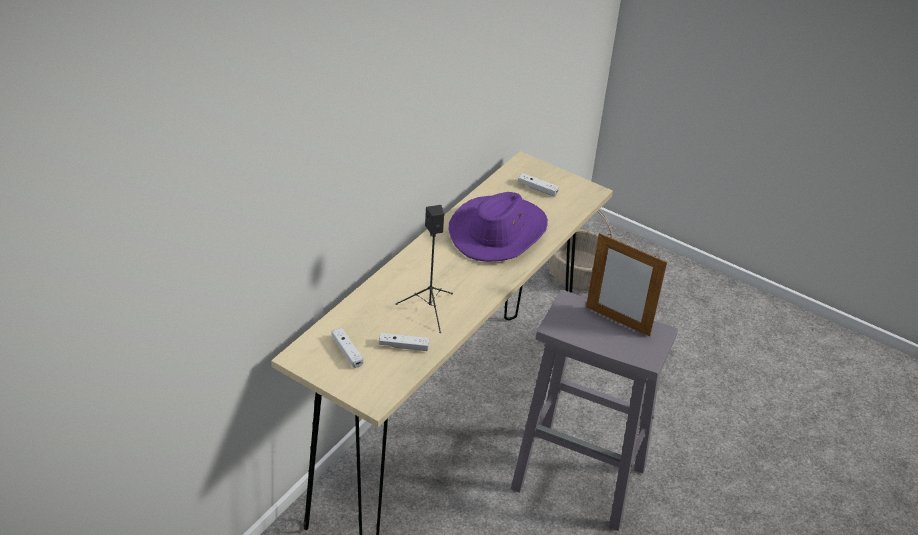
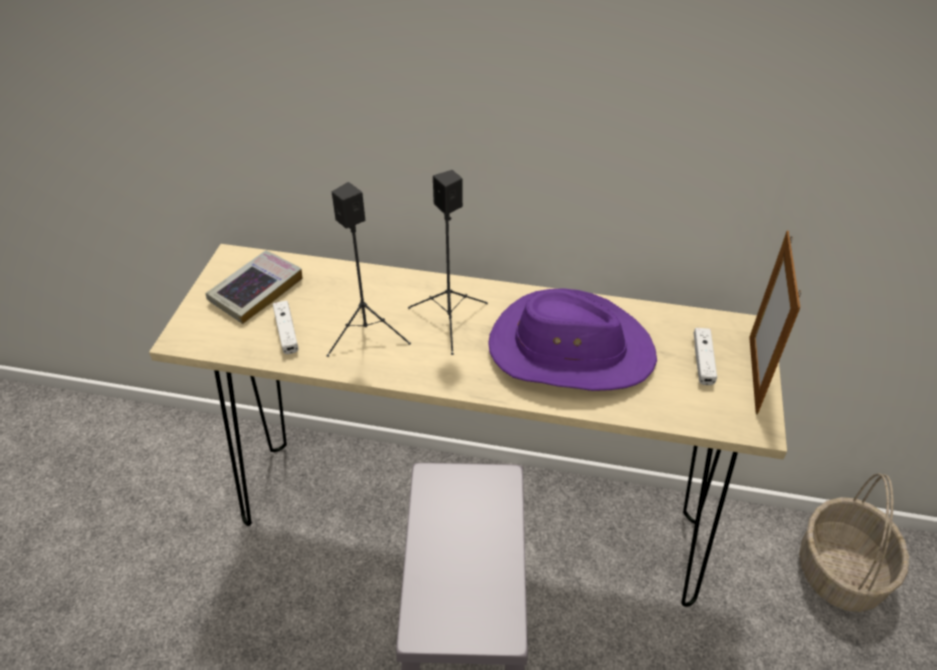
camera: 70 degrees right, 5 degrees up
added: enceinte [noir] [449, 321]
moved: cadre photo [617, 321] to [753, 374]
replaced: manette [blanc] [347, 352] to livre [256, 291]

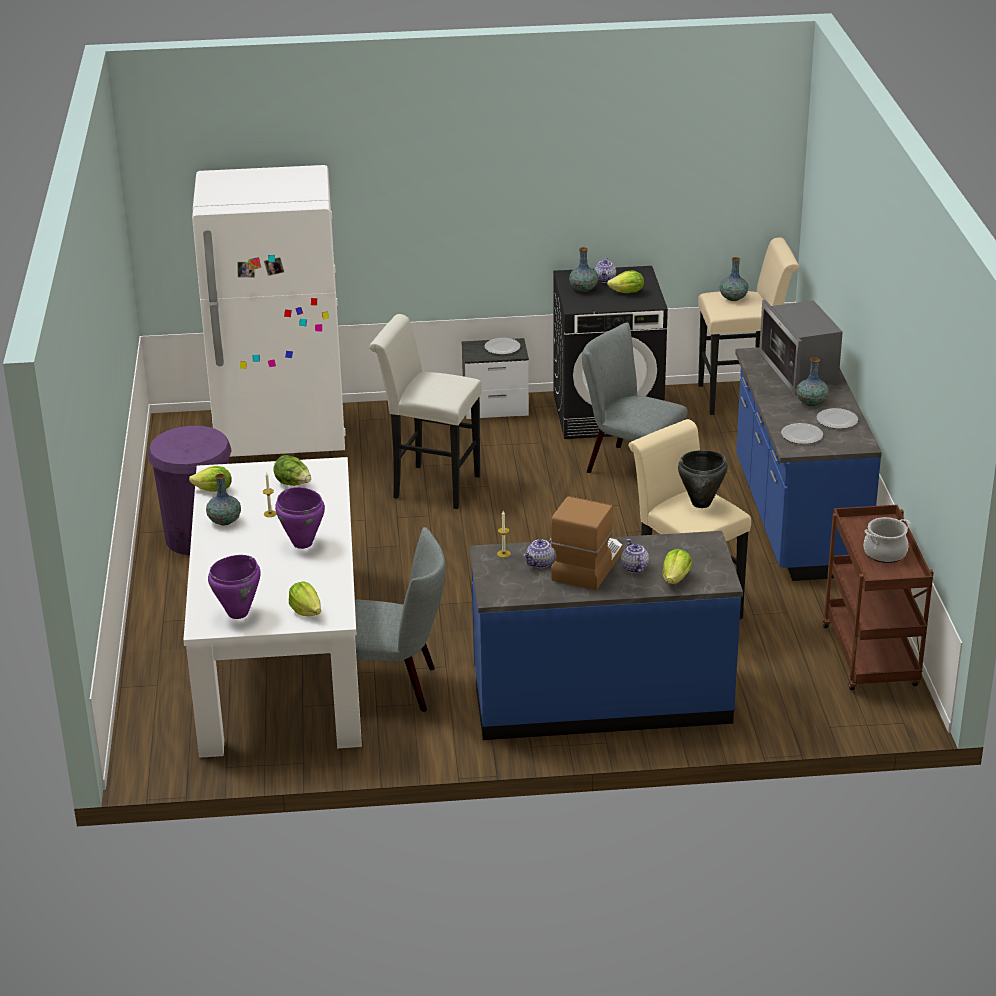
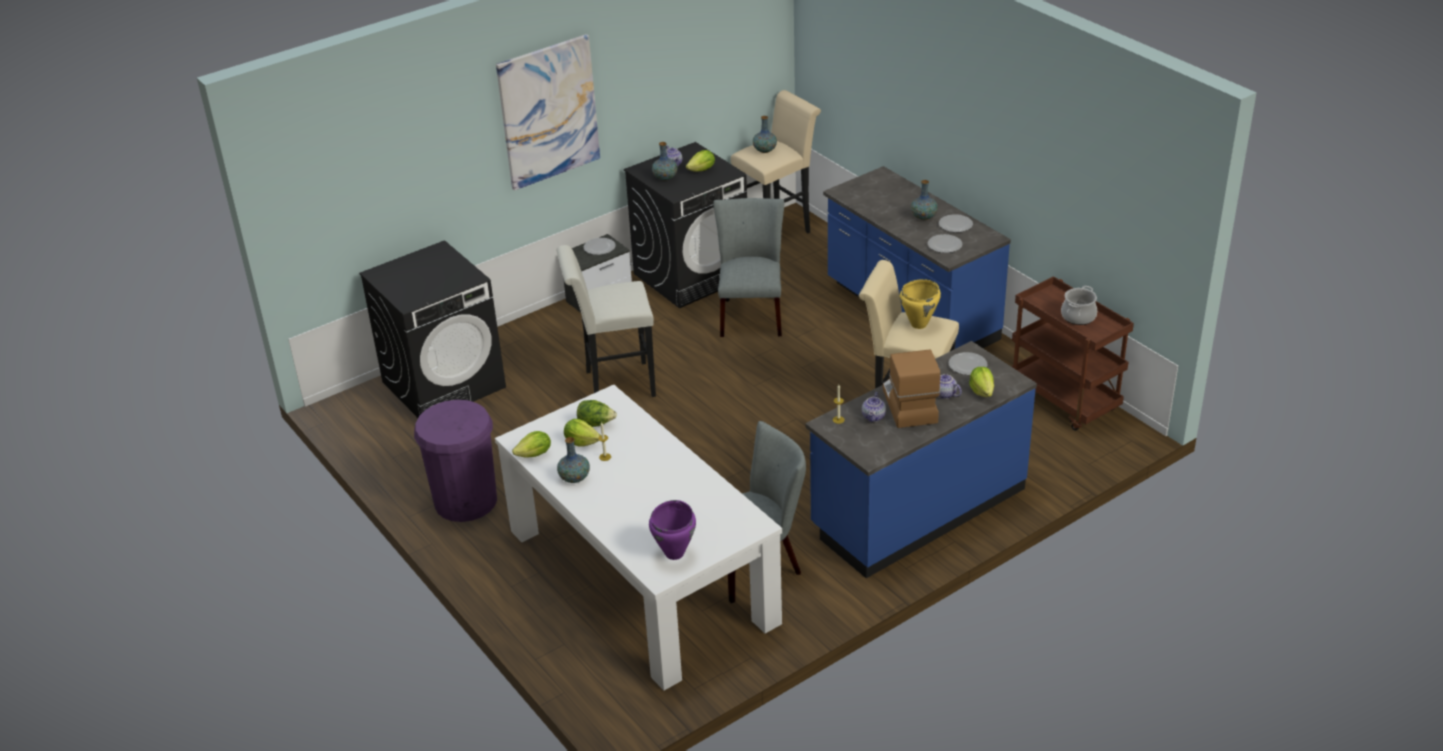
camera: 30 degrees left, 5 degrees up
removed: marmite [violet] [302, 543]; micro-ondes [799, 370]
added: tableau [548, 112]; assiette [968, 365]
moved: laitue [306, 611] to [581, 442]
replaced: réfrigérateur [blanc] [281, 434] to lave-linge [noir] [444, 384]
recoloured: marmite [noir] [701, 503] to marmite [jaune] [919, 324]
turned: chaise [gris] [629, 467] = [751, 314] 90 degrees clockwise

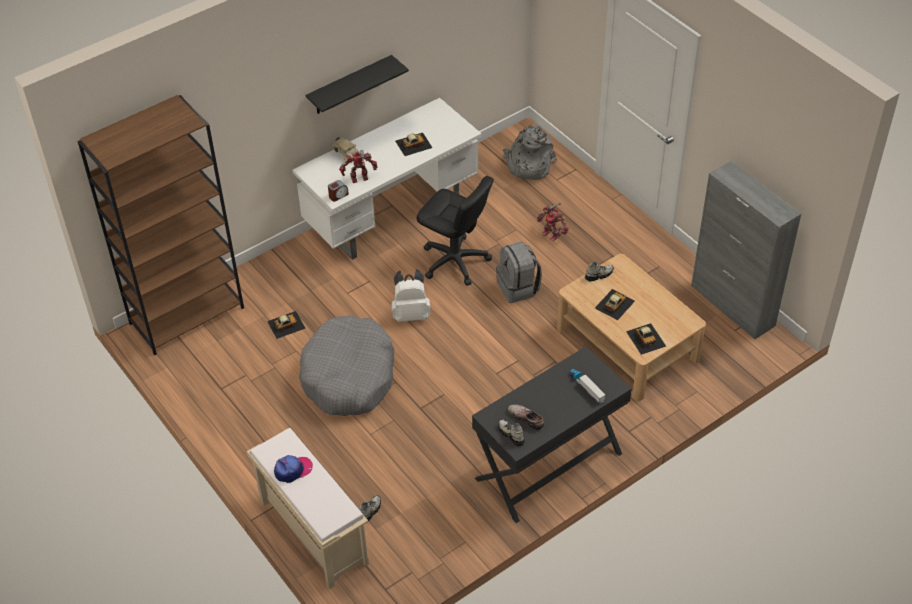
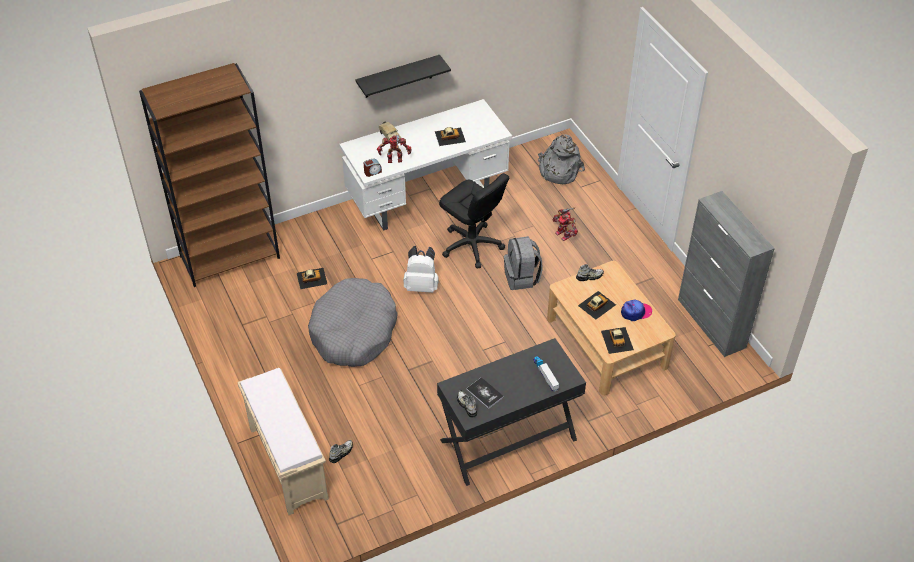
camera: 10 degrees right, 0 degrees up
moved: casquette [293, 470] to [636, 312]
replaced: chaussure [526, 418] to livre [484, 393]

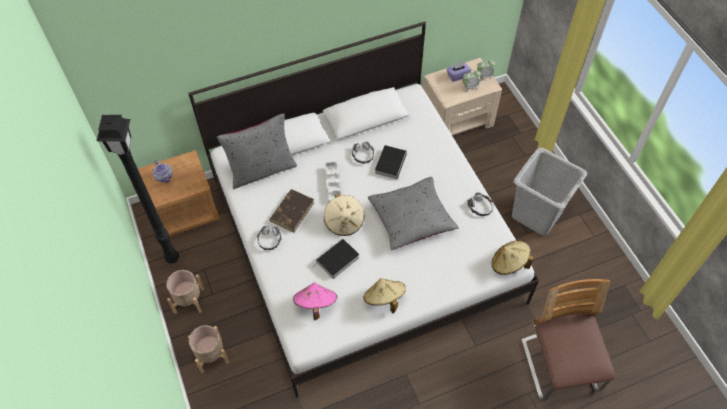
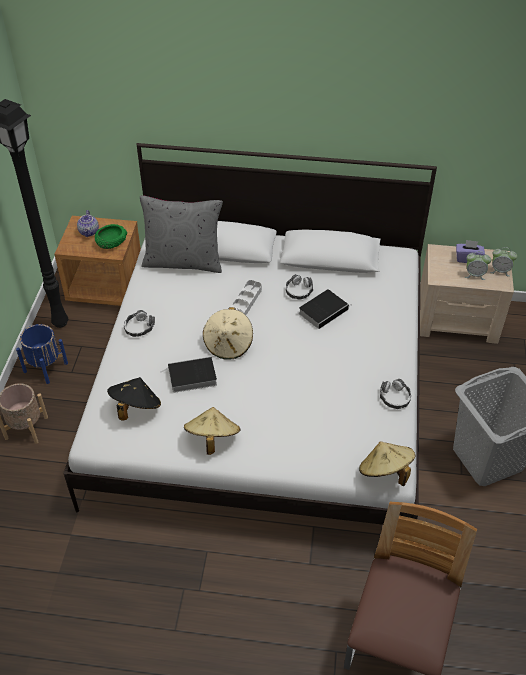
camera: 30 degrees right, 10 degrees down
removed: livre [marron] [292, 211]; coussin [gris] [411, 219]
added: bol [vert] [111, 242]
recoloured: cache-pot [beige] [189, 300] to cache-pot [bleu] [45, 367]; chapeau [rose] [315, 304] to chapeau [noir] [135, 408]

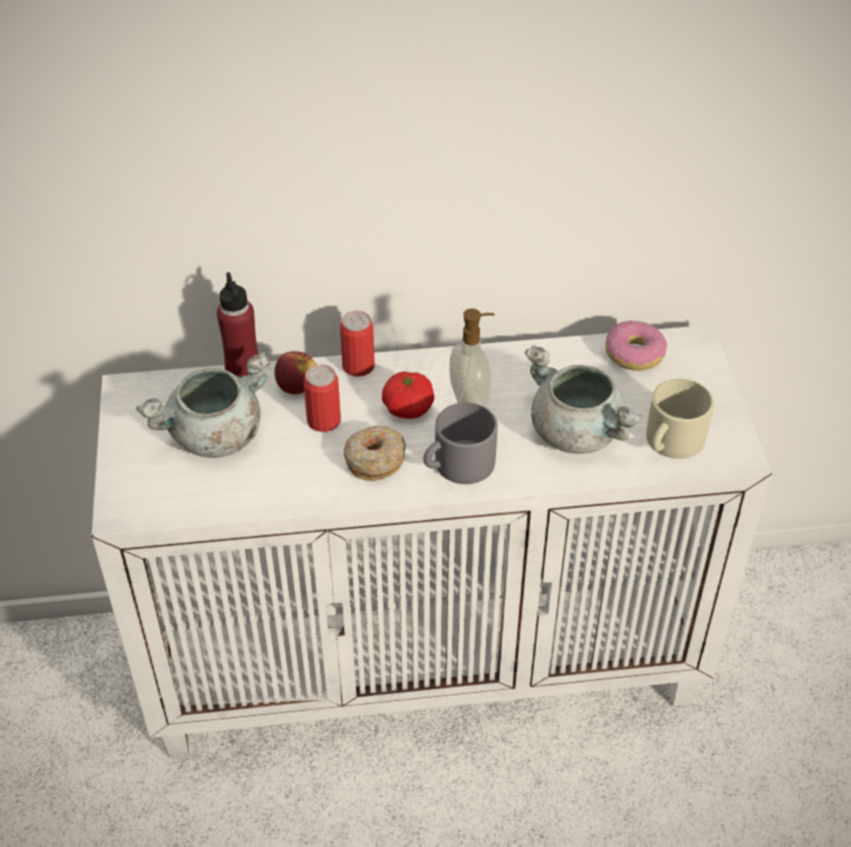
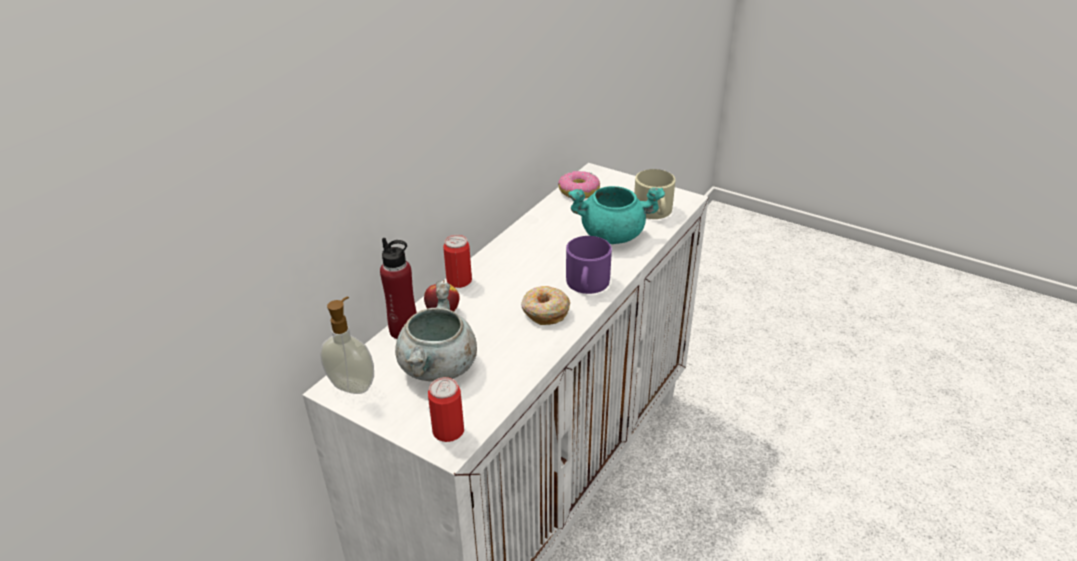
camera: 50 degrees left, 10 degrees down
removed: tomate [408, 408]
moved: boîte métallique [324, 421] to [448, 431]; distributeur de savon [471, 400] to [353, 385]
recoloured: mug [gris] [457, 465] to mug [violet] [587, 284]; marmite [gris] [578, 433] to marmite [turquoise] [613, 234]

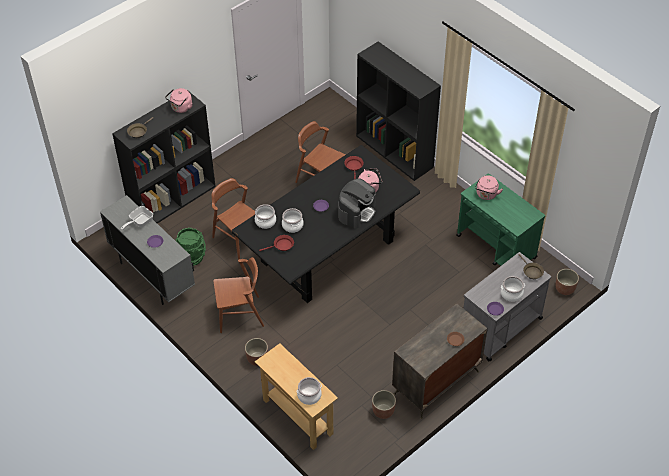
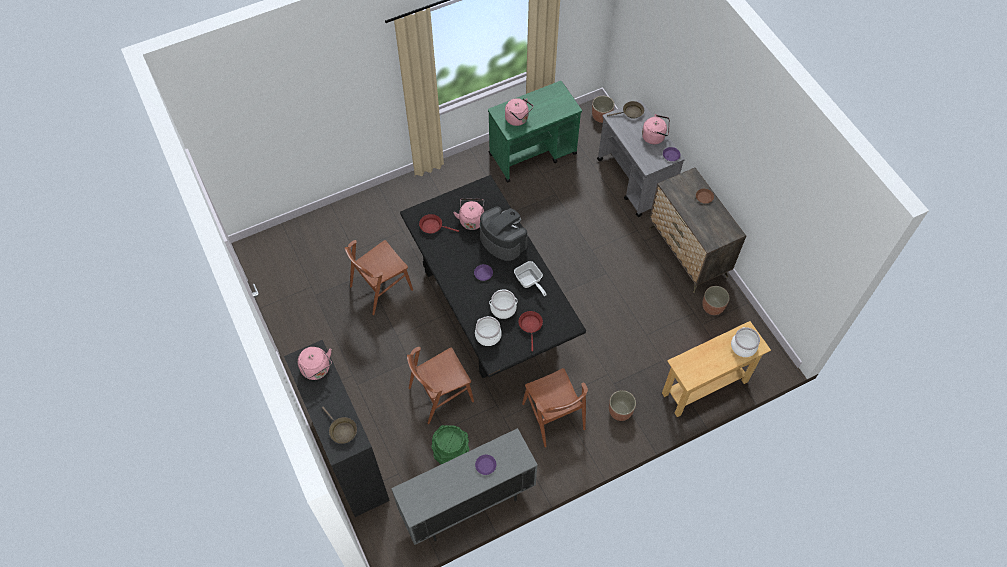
camera: 75 degrees left, 10 degrees up
removed: bibliothèque [noir] [395, 151]
moved: poêle [139, 222] to [529, 281]
replaced: marmite [511, 294] to bouilloire [rose] [655, 136]
turned: chaise [marron] [240, 314] = [553, 416] 150 degrees clockwise

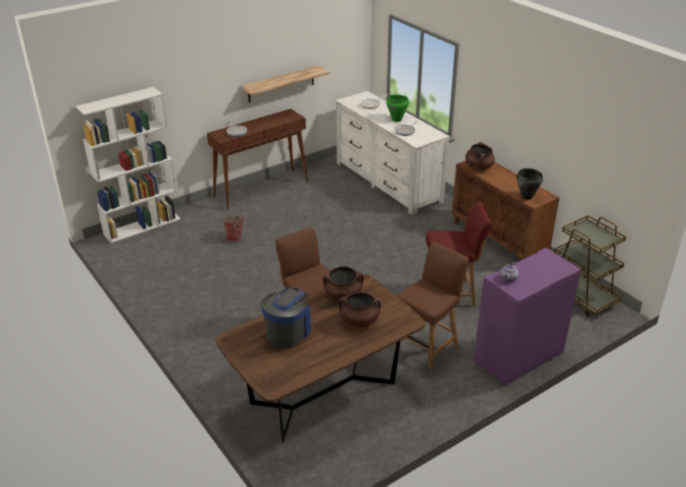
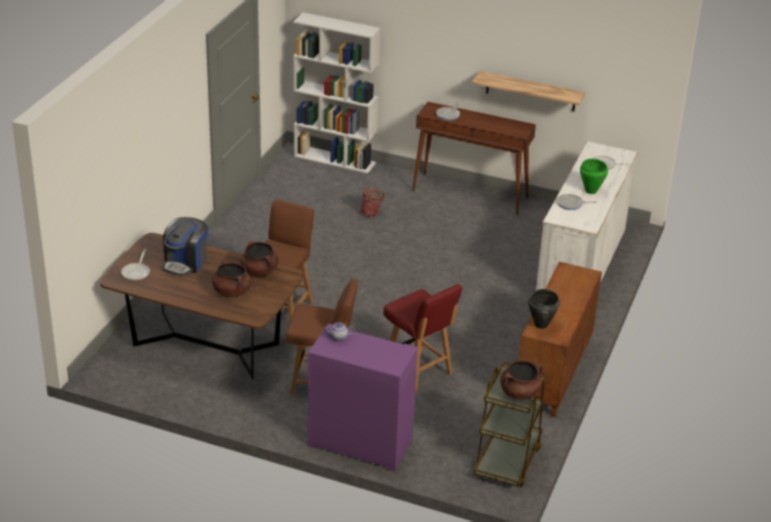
camera: 55 degrees right, 0 degrees up
added: poêle [136, 272]
moved: marmite [marron] [478, 167] to [520, 392]
turned: machine à café [288, 332] = [185, 262] 120 degrees clockwise

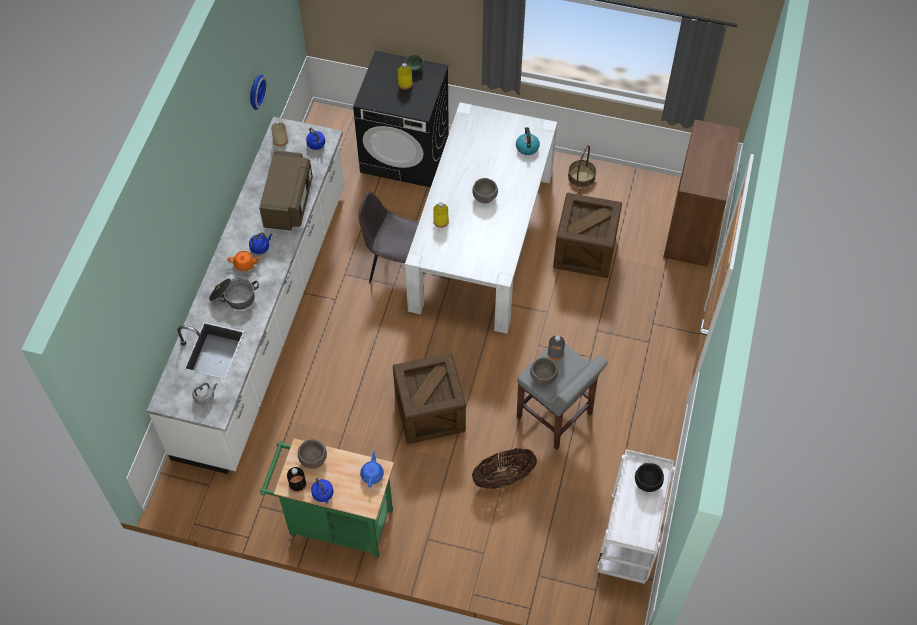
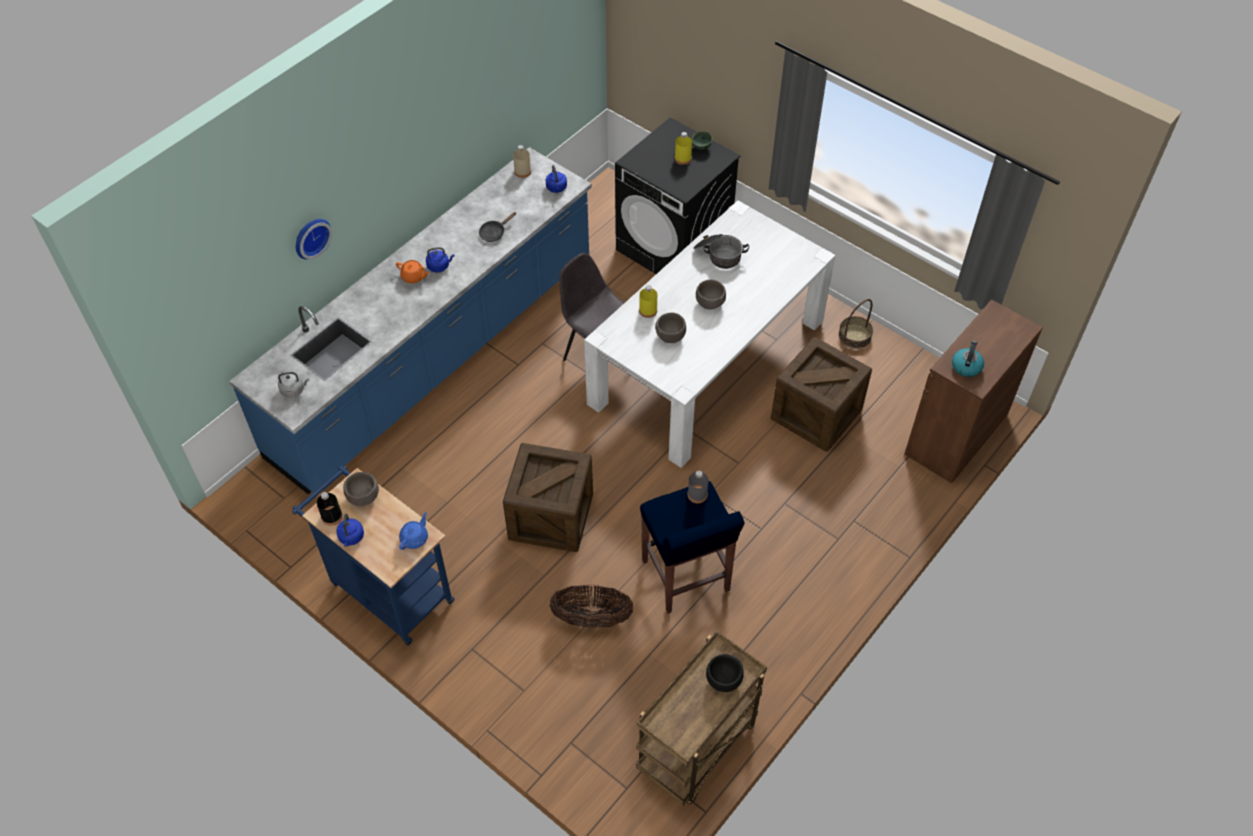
camera: 25 degrees right, 5 degrees down
moved: marmite [234, 297] to [718, 255]; horloge murale [255, 91] to [310, 237]; bouilloire [527, 147] to [966, 366]; bol [marron] [543, 377] to [670, 336]
replaced: micro-ondes [marron] [288, 202] to poêle [noir] [494, 233]
recoloured: comptoir de cuisine [blanc] [264, 318] to comptoir de cuisine [bleu] [436, 356]; chariot [vert] [335, 522] to chariot [bleu] [387, 589]; tabouret [gris] [555, 417] to tabouret [bleu] [686, 577]; chariot [blanc] [629, 540] to chariot [marron] [697, 749]

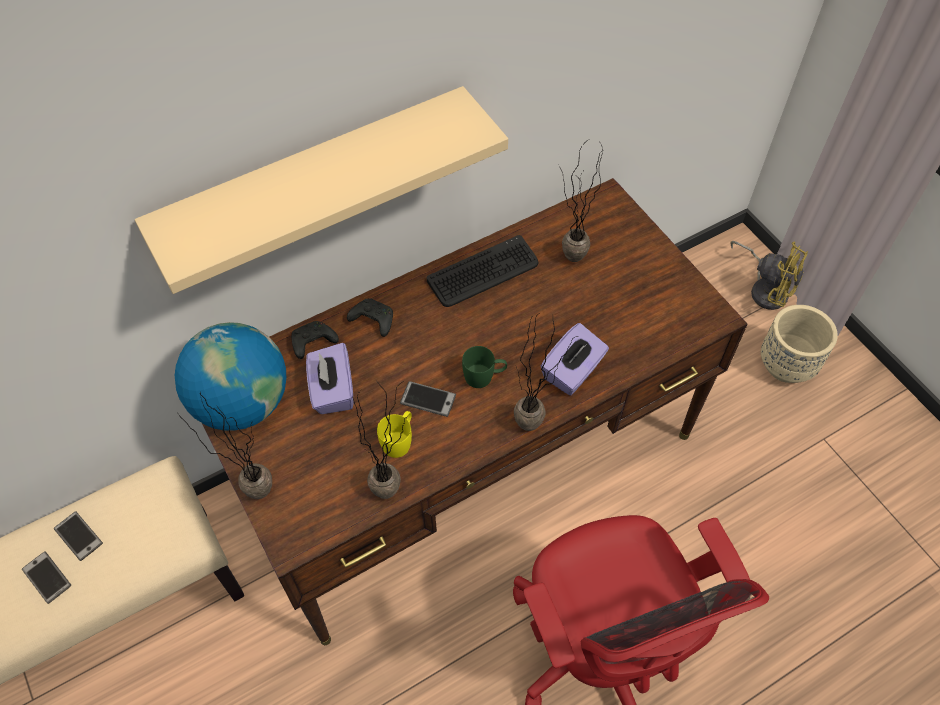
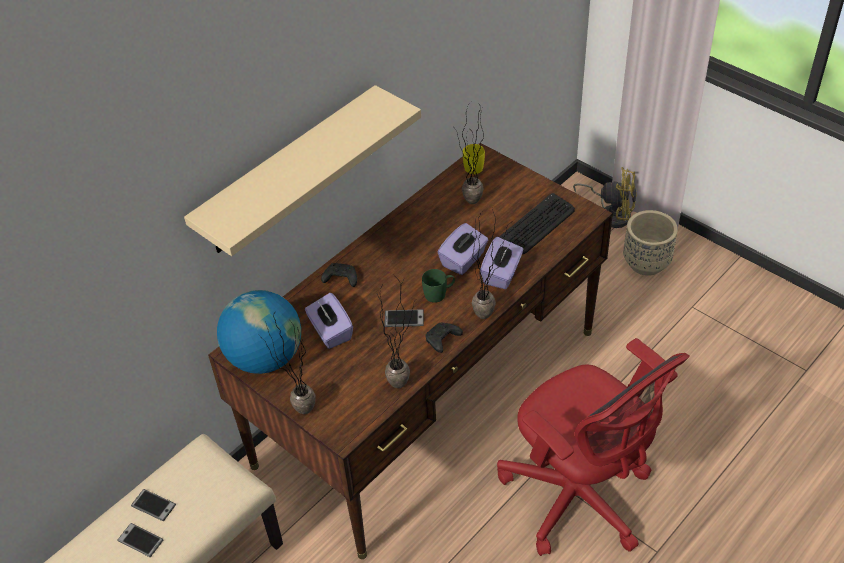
camera: 15 degrees left, 10 degrees down
added: boîte à mouchoirs [violet] [463, 260]
moved: manette [noir] [312, 343] to [442, 341]; mug [jaune] [399, 440] to [474, 165]; clavier [483, 272] to [537, 225]

